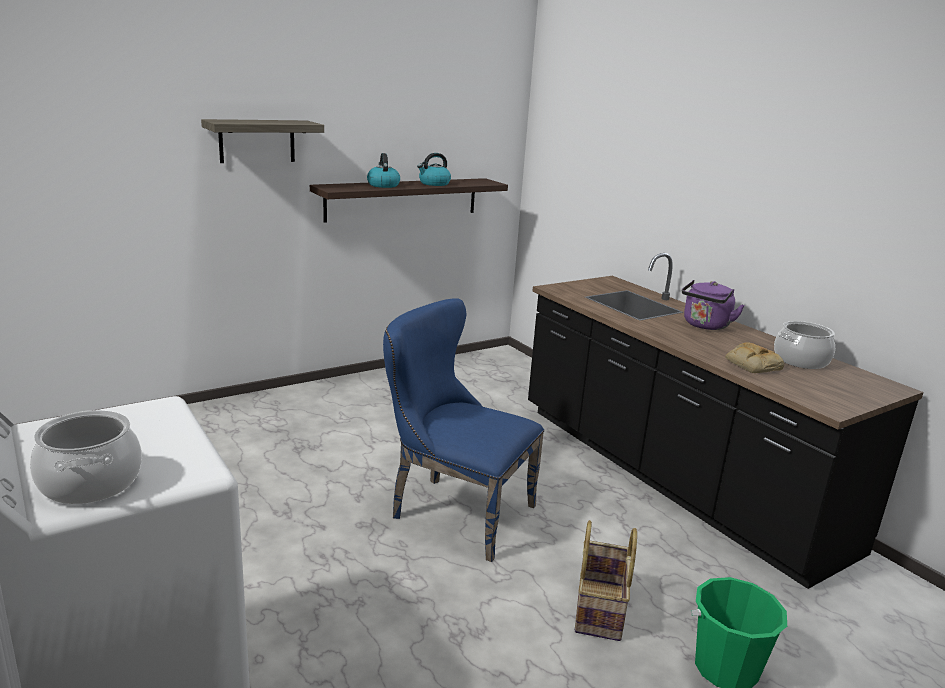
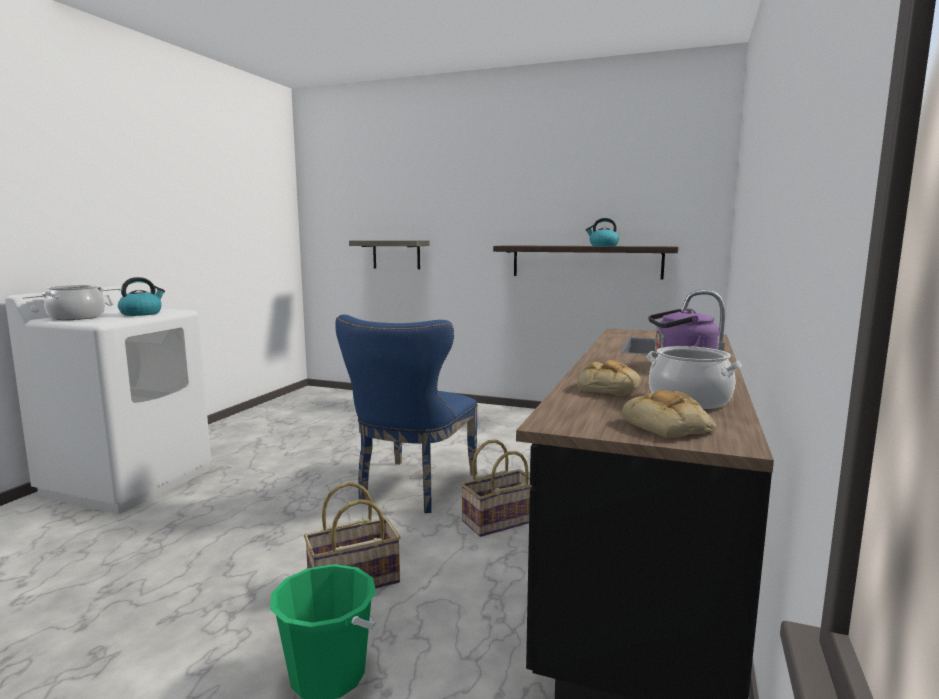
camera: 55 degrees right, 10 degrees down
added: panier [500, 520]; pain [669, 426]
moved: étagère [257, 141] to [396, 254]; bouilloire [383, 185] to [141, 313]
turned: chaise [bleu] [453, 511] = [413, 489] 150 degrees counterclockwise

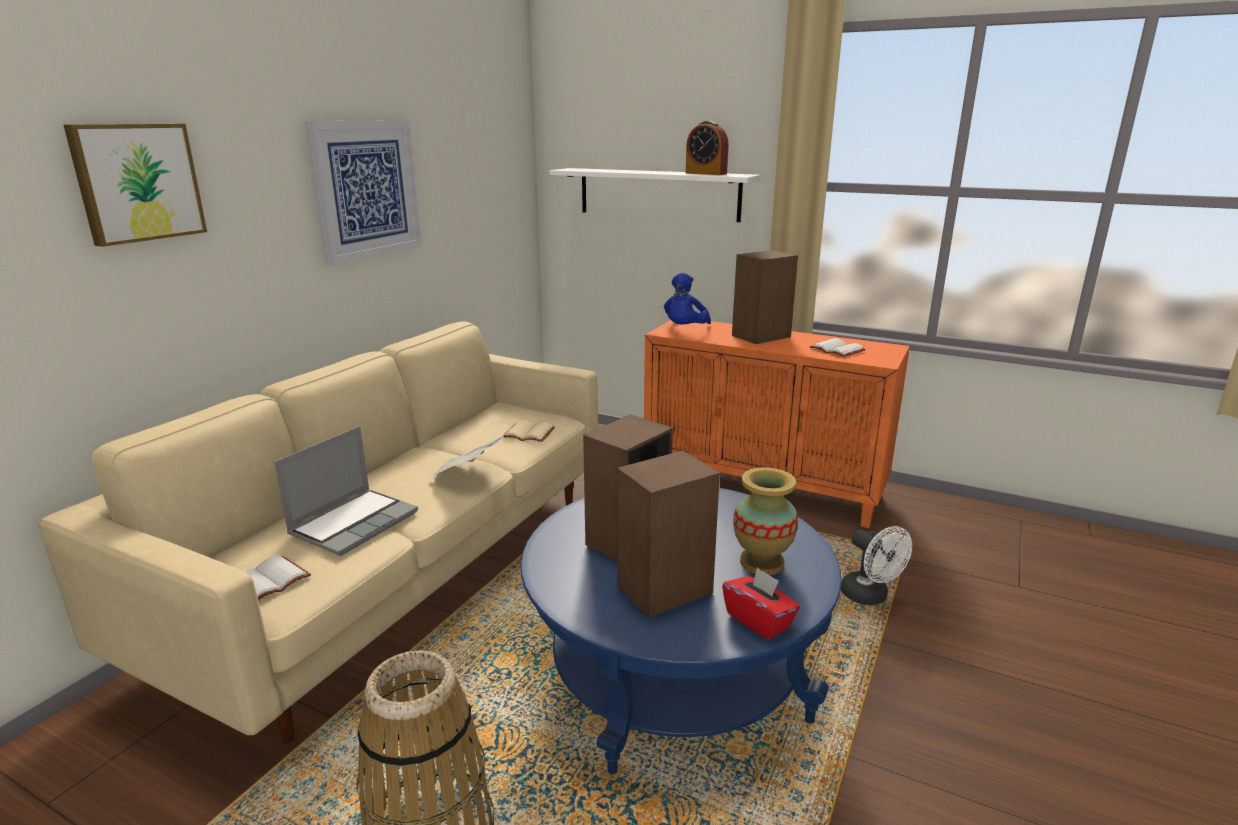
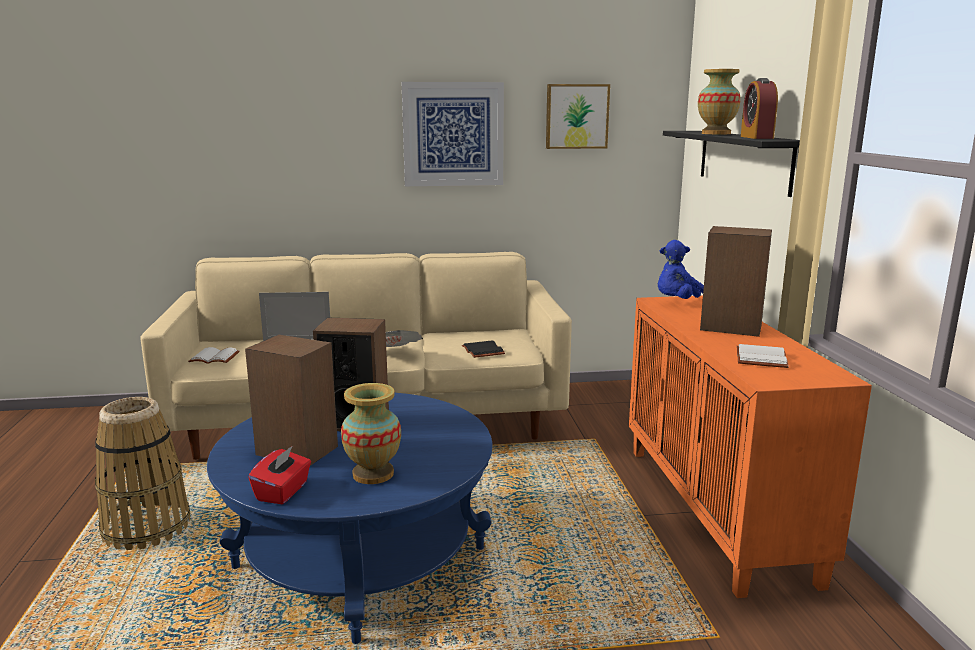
camera: 55 degrees right, 5 degrees down
removed: ventilateur [blanc] [870, 597]
added: vase [716, 134]
moved: tableau [137, 182] to [576, 116]
recoloured: livre [beige] [527, 434] to livre [noir] [481, 351]; étagère [blanc] [658, 194] to étagère [noir] [743, 160]

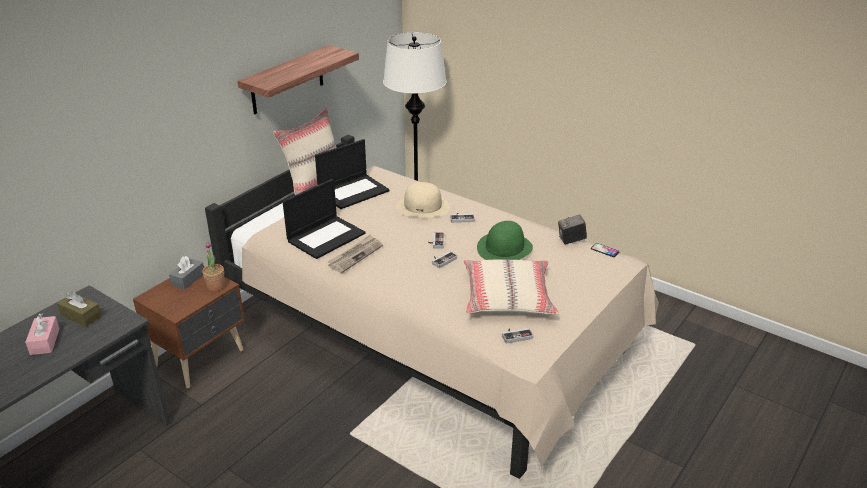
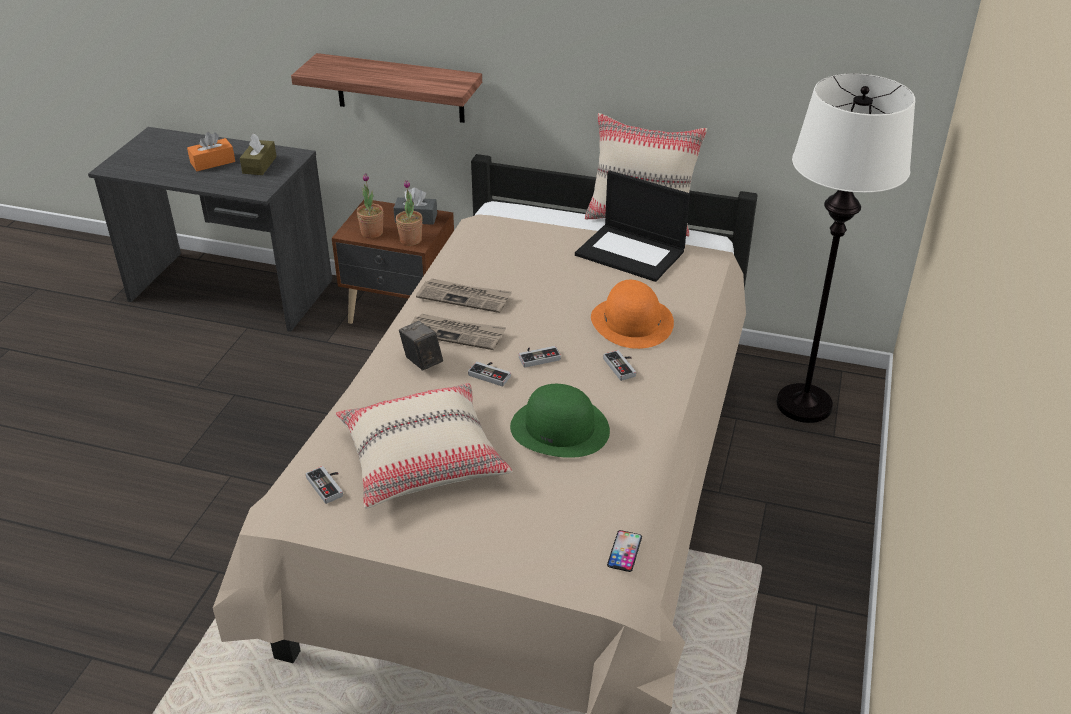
camera: 70 degrees right, 5 degrees up
removed: ordinateur portable [326, 237]
added: plante en pot [372, 233]; journal [456, 334]
moved: étagère [287, 80] to [399, 88]; appareil photo [571, 240] to [422, 361]
recoloured: boîte à mouchoirs [rose] [45, 341] to boîte à mouchoirs [orange] [212, 162]; chapeau [beige] [423, 206] to chapeau [orange] [632, 322]

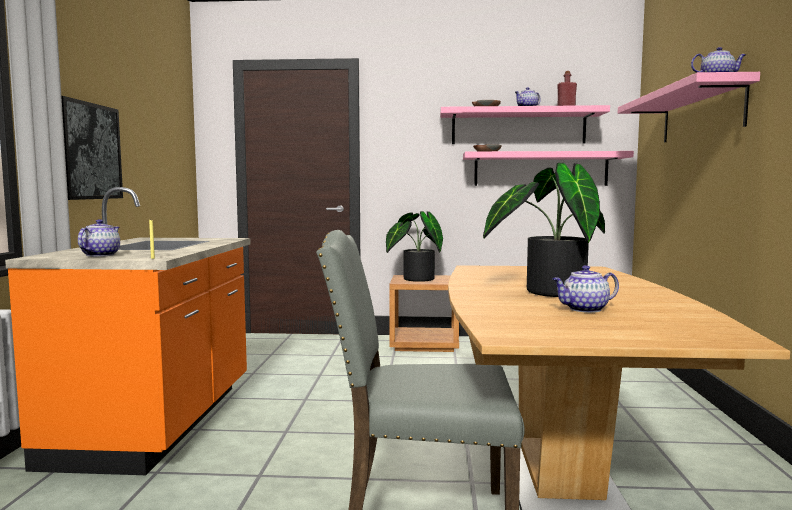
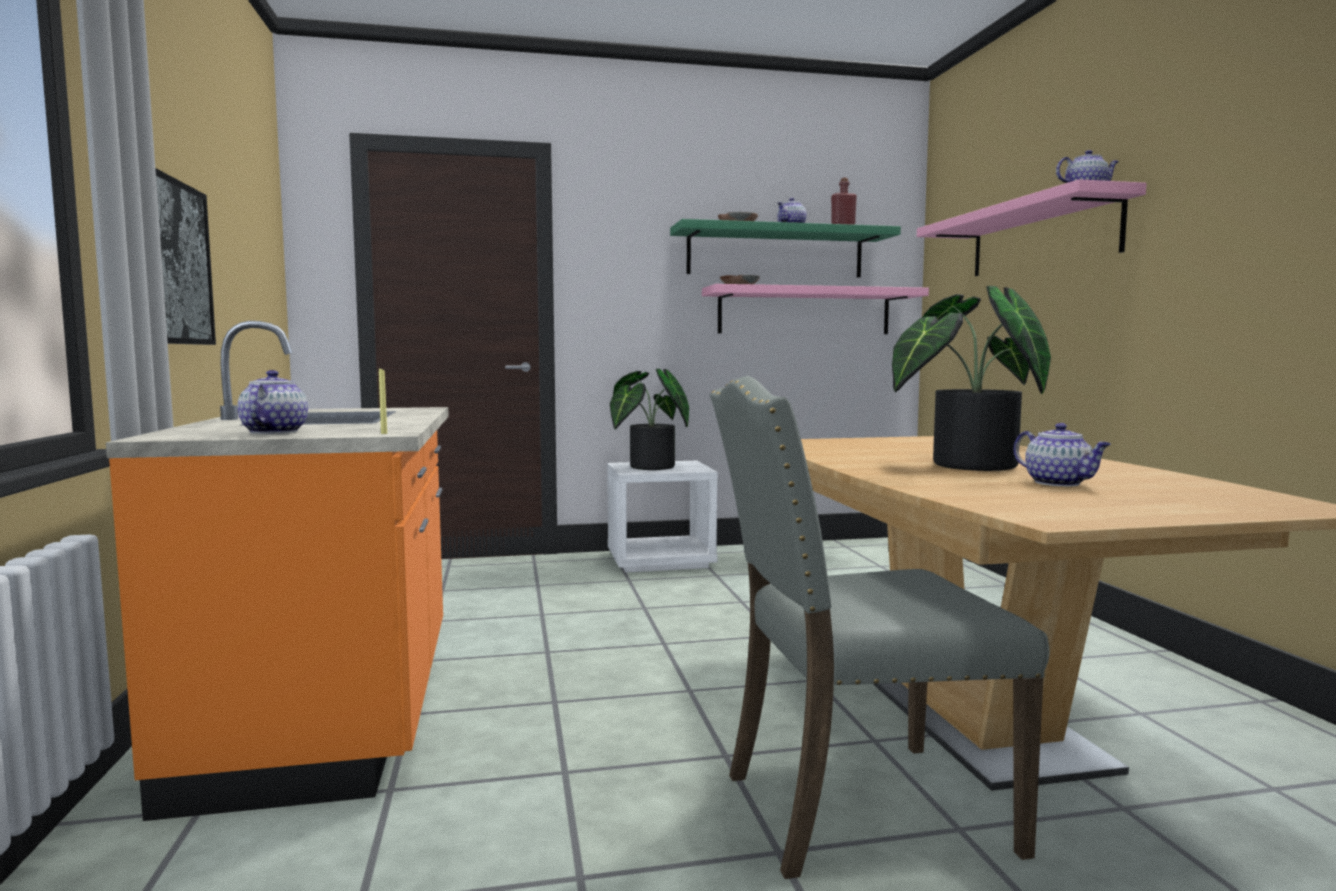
camera: 15 degrees left, 0 degrees up
recoloured: table de chevet [marron] [425, 344] to table de chevet [blanc] [661, 560]; étagère [rose] [518, 127] to étagère [vert] [775, 253]
turned: théière [584, 309] = [1059, 483] 90 degrees counterclockwise

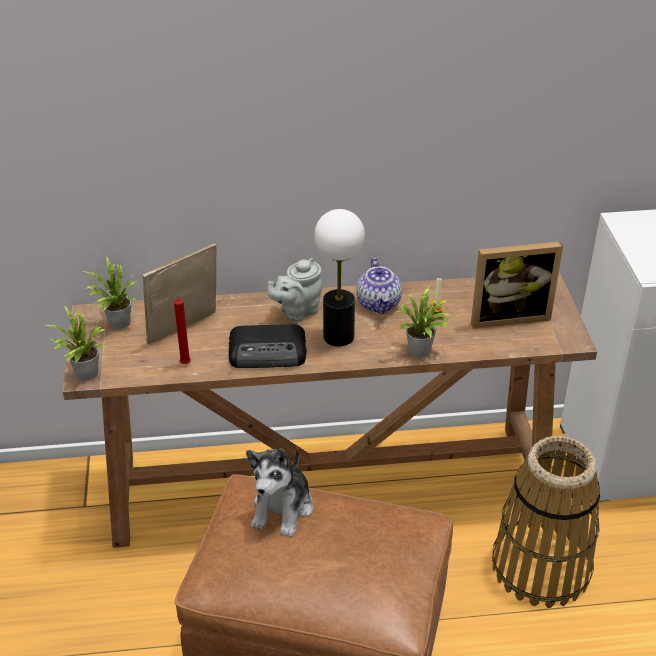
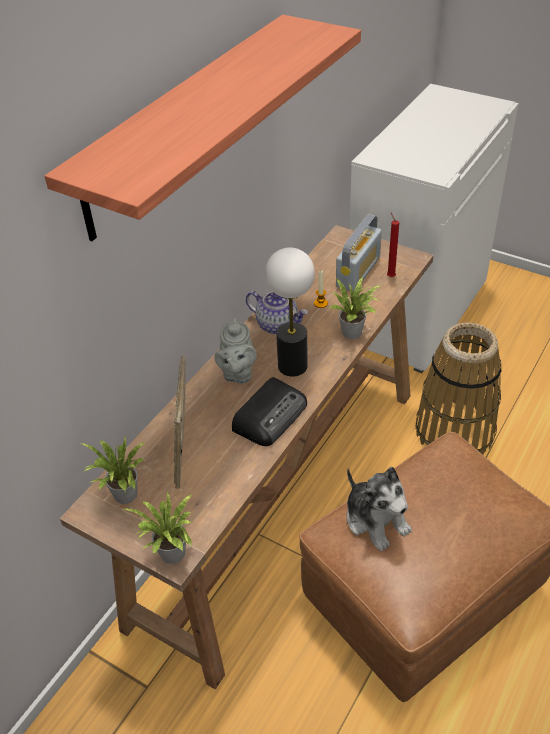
camera: 50 degrees left, 5 degrees up
added: étagère [185, 123]
moved: bougie [rouge] [186, 363] to [390, 276]
replaced: cadre photo [507, 316] to radio [358, 272]

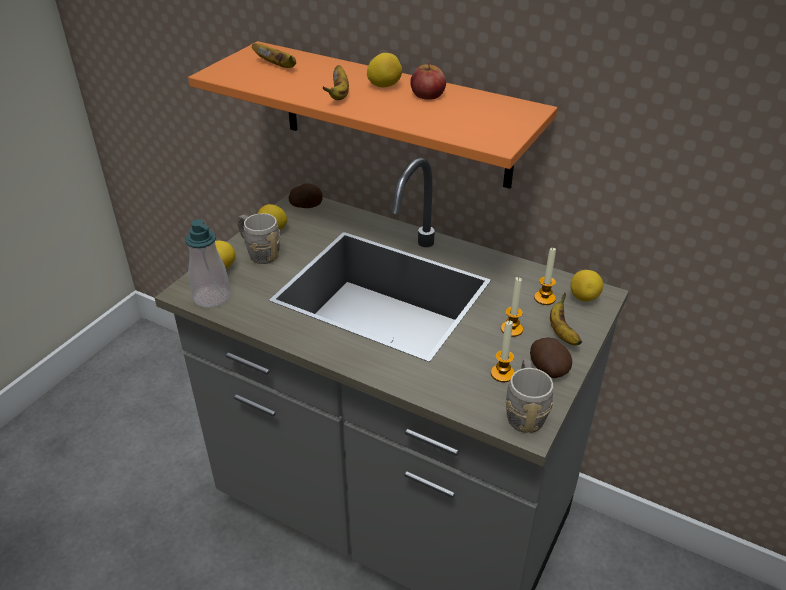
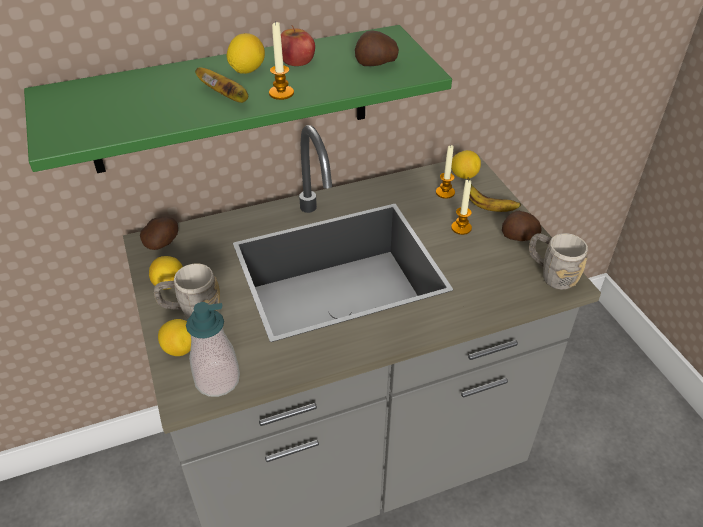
camera: 50 degrees left, 5 degrees up
removed: banane [278, 66]
added: pomme de terre [375, 64]
moved: bougie [502, 374] to [281, 93]
recoloured: étagère [orange] [394, 115] to étagère [vert] [231, 100]

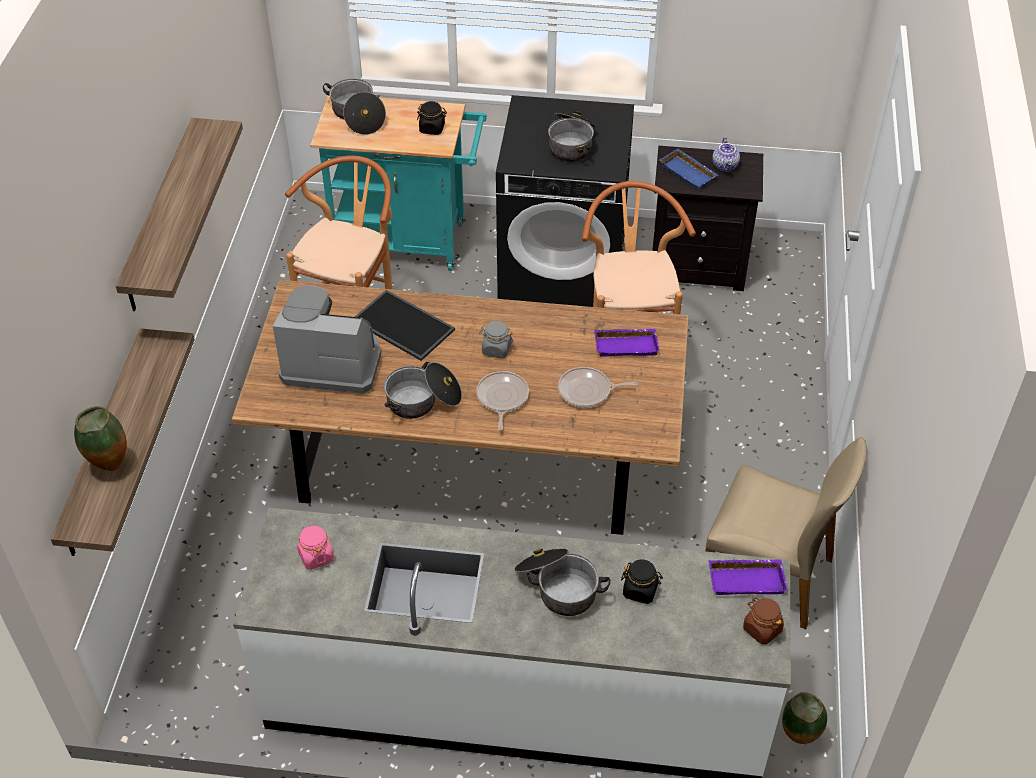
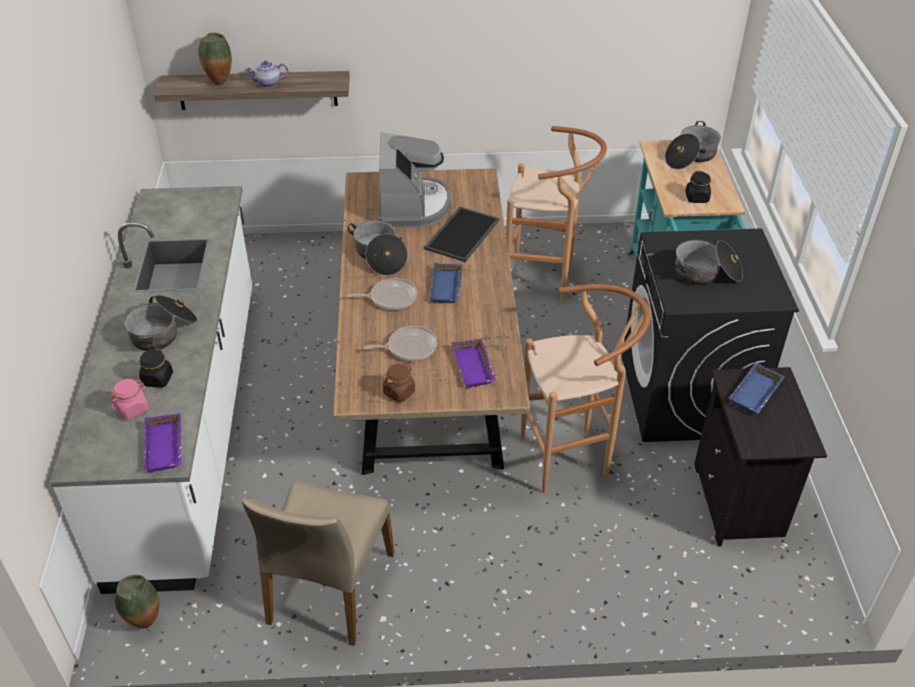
camera: 80 degrees right, 5 degrees down
removed: étagère [160, 216]
moved: bocal [rose] [316, 556] to [133, 408]; théière [725, 166] to [268, 84]; bocal [marron] [762, 629] to [399, 392]
replaced: bocal [gris] [496, 349] to plateau [bleu] [447, 288]
turned: poêle [587, 391] = [409, 347] 90 degrees clockwise

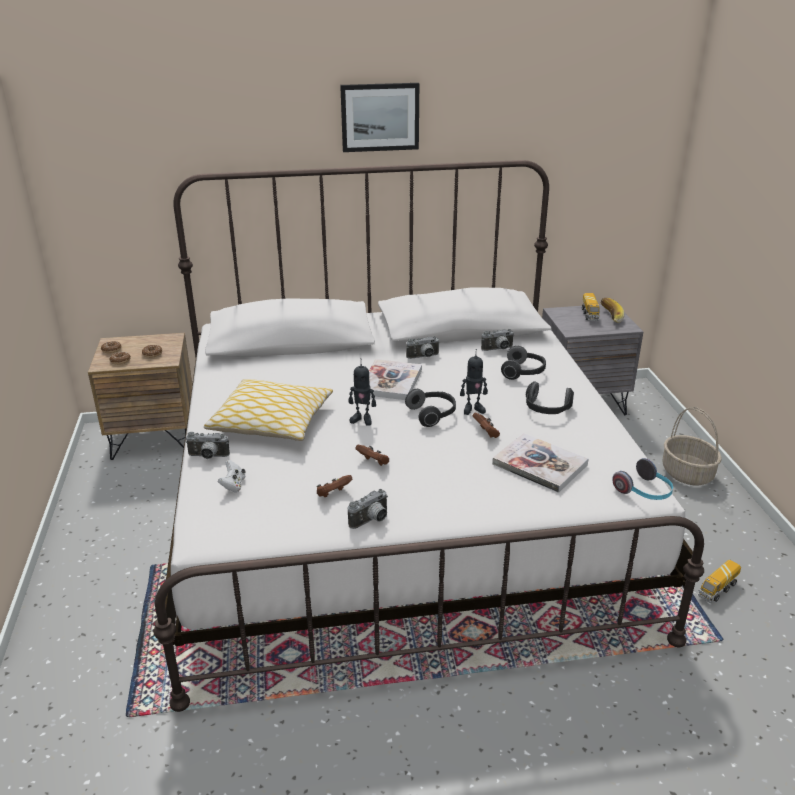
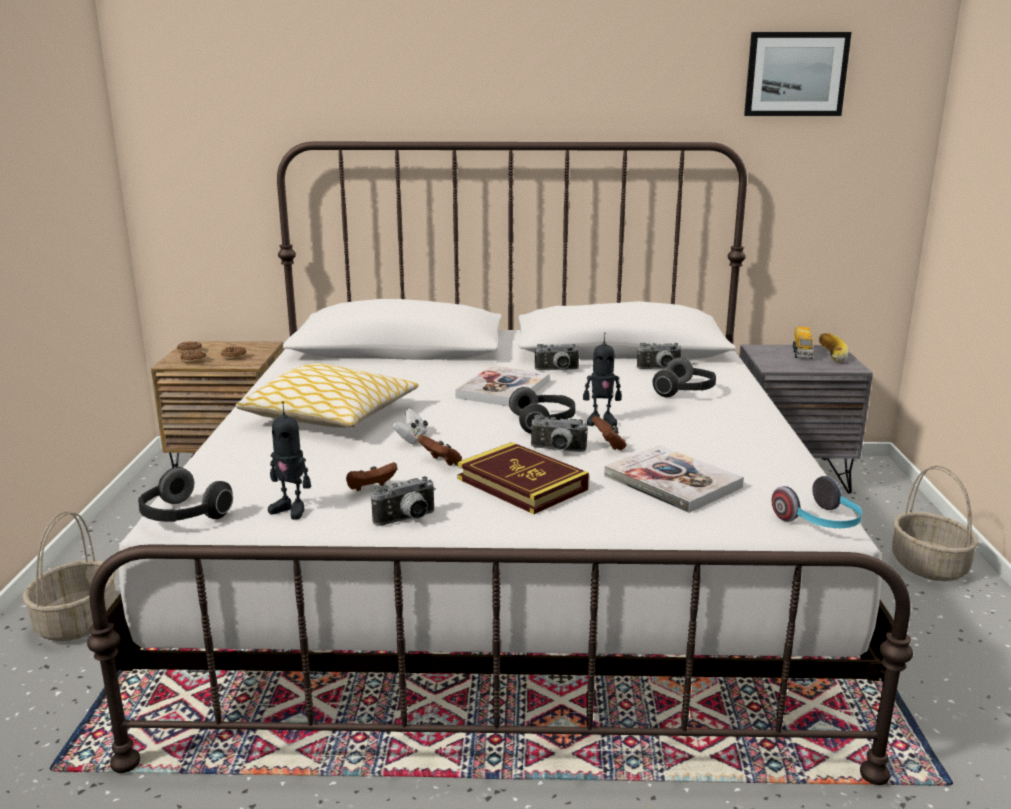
camera: 10 degrees right, 10 degrees down
removed: camion jouet [717, 589]
added: panier [77, 622]; livre [522, 484]
moved: appareil photo [208, 457] to [557, 450]; manette [blanc] [233, 485] to [411, 439]; tableau [380, 117] to [795, 74]; robot jouet [362, 419] to [291, 510]; casque audio [546, 410] to [183, 517]

